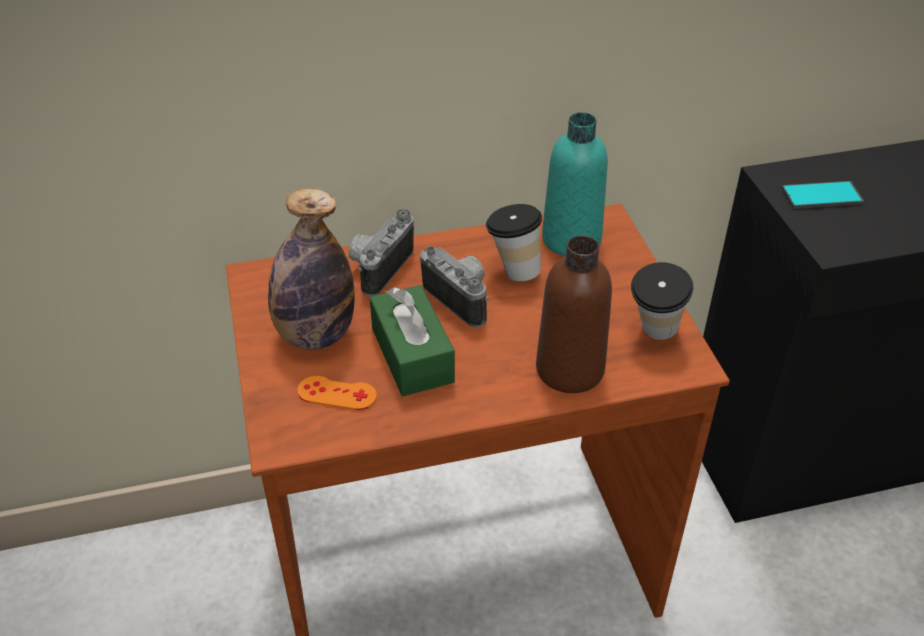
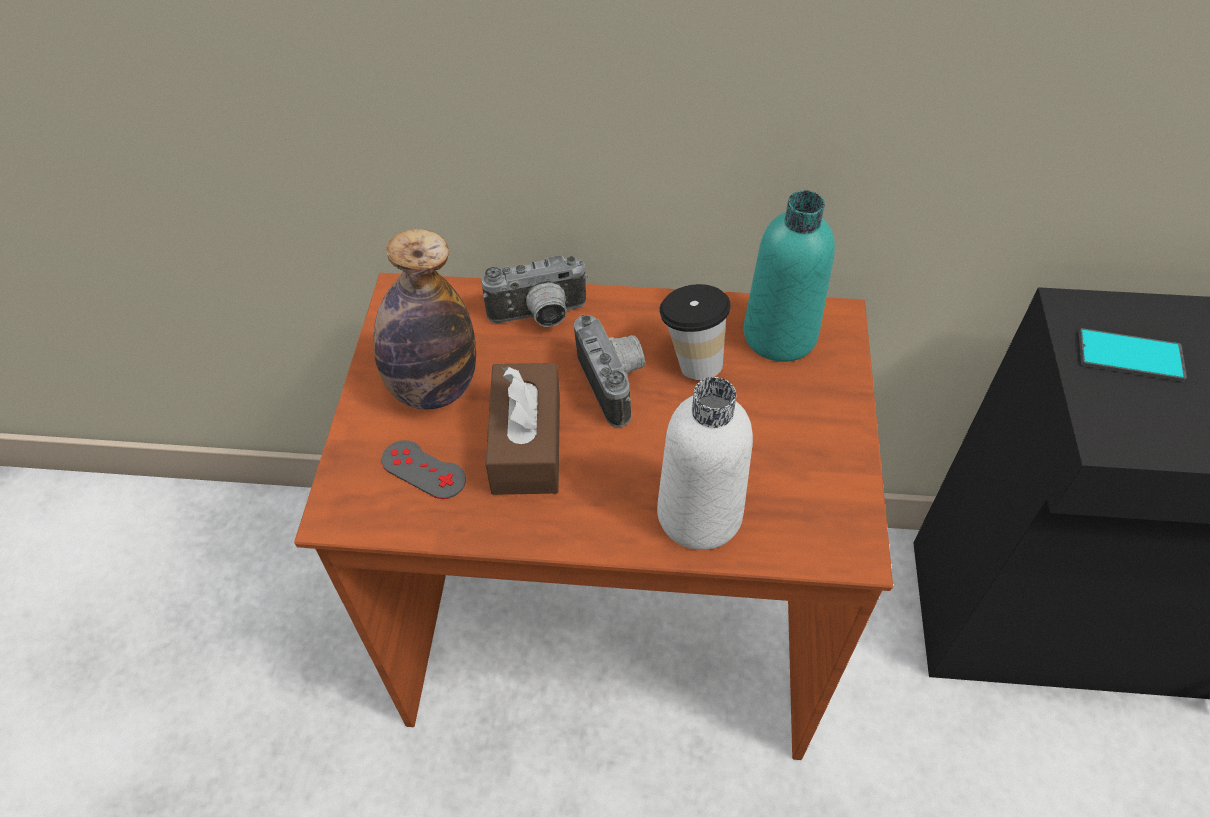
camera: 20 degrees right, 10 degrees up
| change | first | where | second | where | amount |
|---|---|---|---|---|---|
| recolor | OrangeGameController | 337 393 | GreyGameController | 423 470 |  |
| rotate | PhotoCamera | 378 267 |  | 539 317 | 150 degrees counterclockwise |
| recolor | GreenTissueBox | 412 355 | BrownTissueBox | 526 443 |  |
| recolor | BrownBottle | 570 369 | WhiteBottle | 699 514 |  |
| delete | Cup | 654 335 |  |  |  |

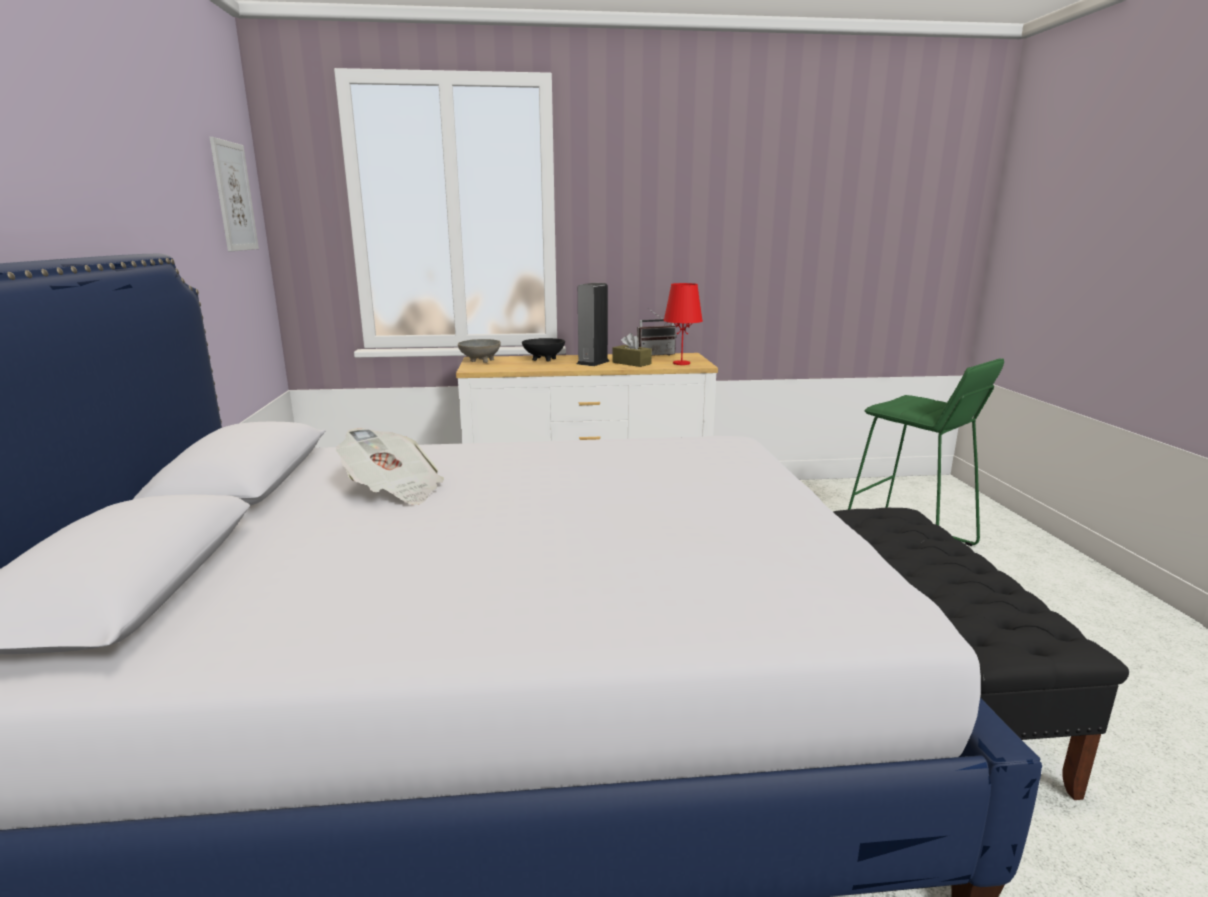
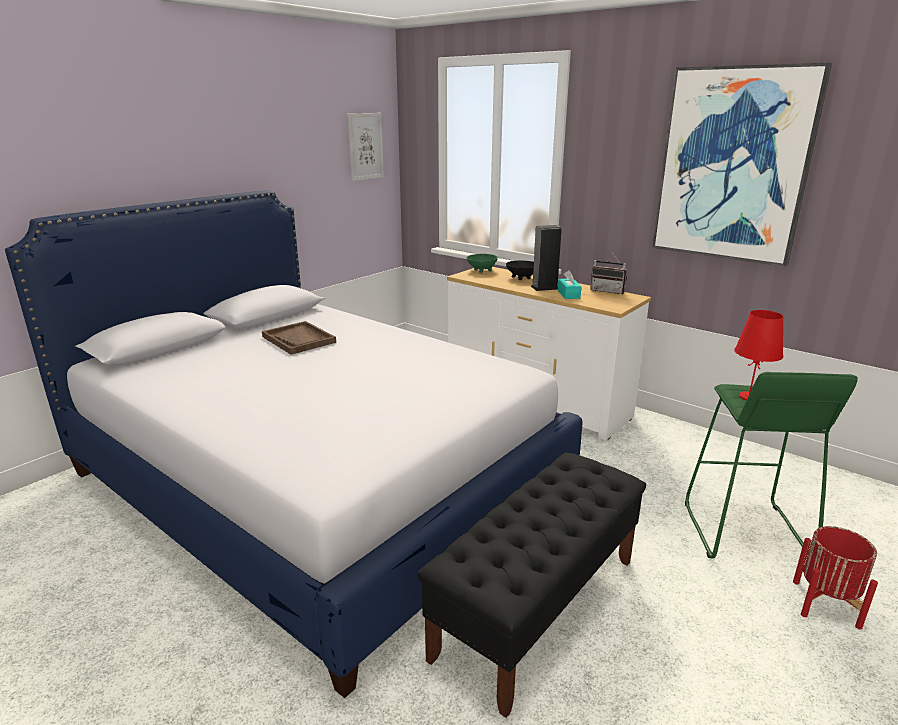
camera: 45 degrees right, 5 degrees up
| change | first | where | second | where | amount |
|---|---|---|---|---|---|
| replace | Newspaper | 394 490 | BrownTray | 299 339 |  |
| recolor | GreyBowl | 480 361 | GreenBowl | 482 270 |  |
| recolor | BrownTissueBox | 631 363 | TurquoiseTissueBox | 568 294 |  |
| insert |  |  | Picture | 733 165 |  |
| move | RedTableLamp | 681 363 |  | 749 397 |  |
| insert |  |  | RedPlanter | 825 603 |  |

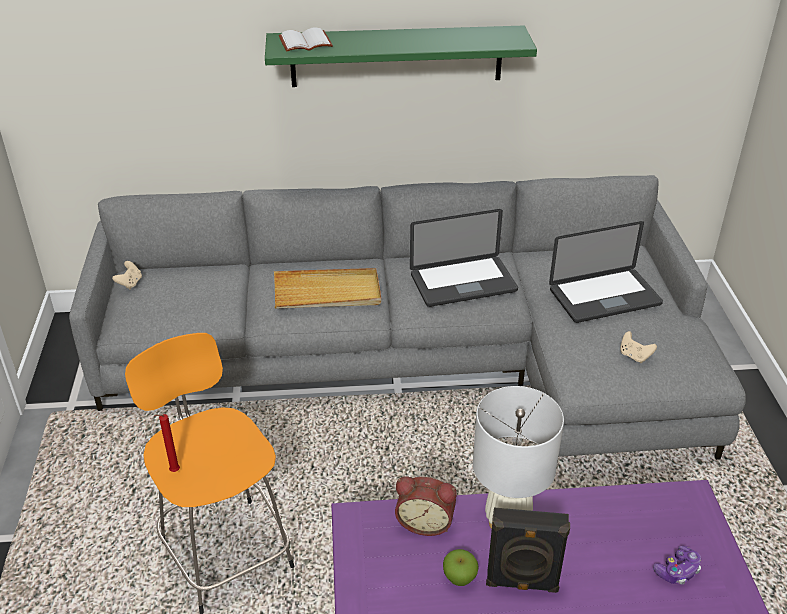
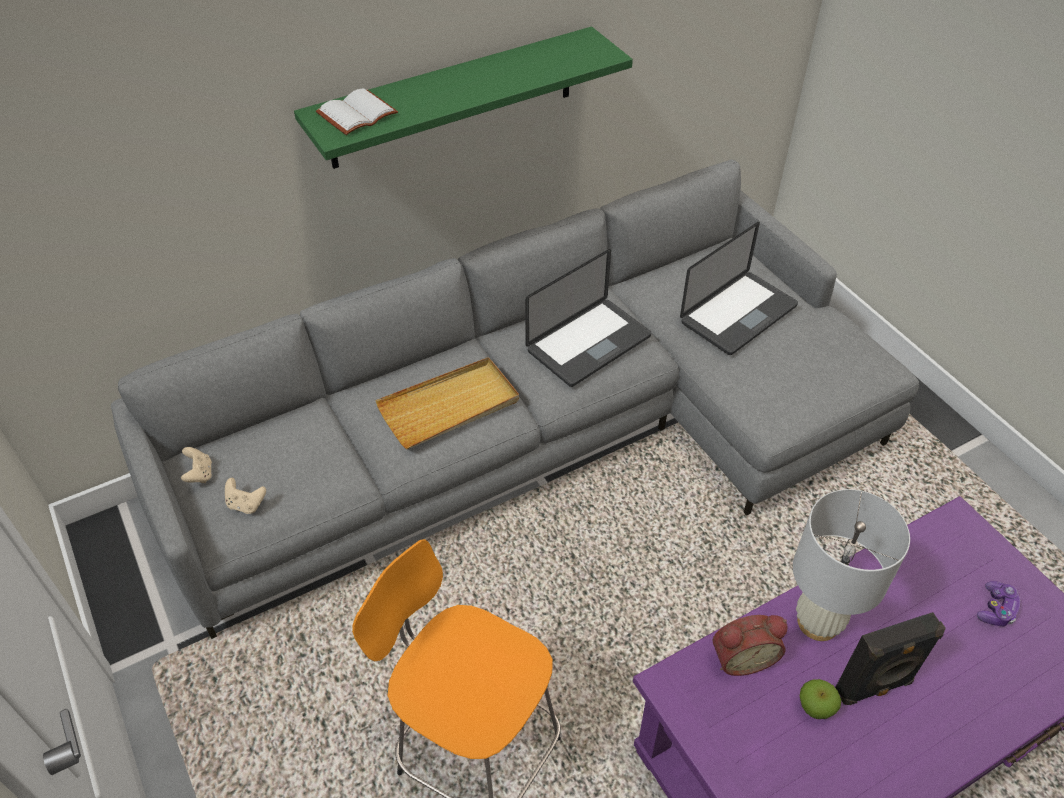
camera: 25 degrees left, 10 degrees up
| change | first | where | second | where | amount |
|---|---|---|---|---|---|
| move | BeigeGameController | 634 356 |  | 246 504 |  |
| delete | RedCandle | 173 472 |  |  |  |

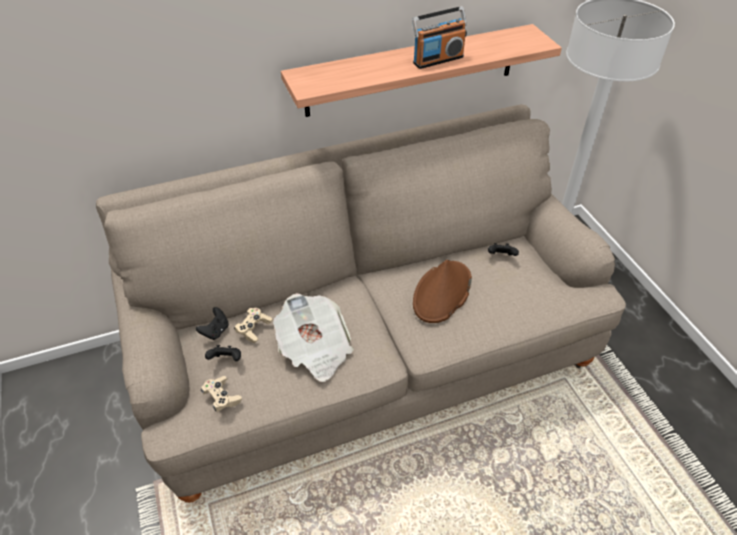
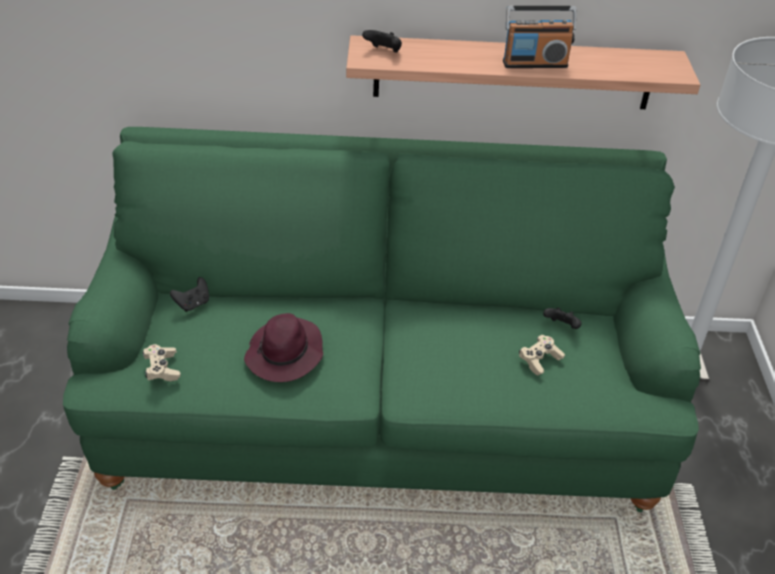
camera: 20 degrees right, 5 degrees down
| change | first | where | second | where | amount |
|---|---|---|---|---|---|
| recolor | BeigeSofa | 368 357 | GreenSofa | 380 411 |  |
| replace | Newspaper | 315 349 | PurpleHat | 285 354 |  |
| move | BlackGameController | 226 360 |  | 383 52 |  |
| move | BeigeGameController | 254 329 |  | 539 360 |  |
| delete | BrownHat | 442 292 |  |  |  |

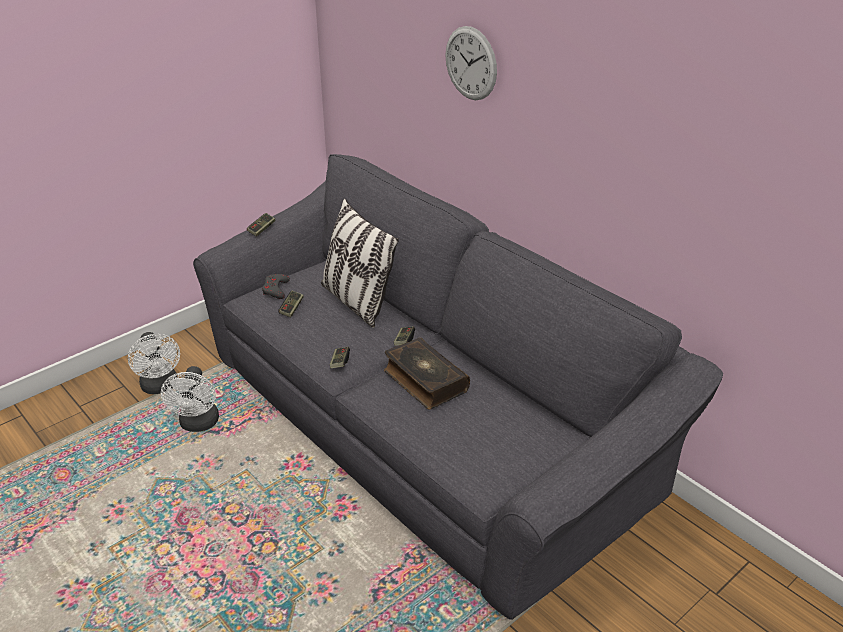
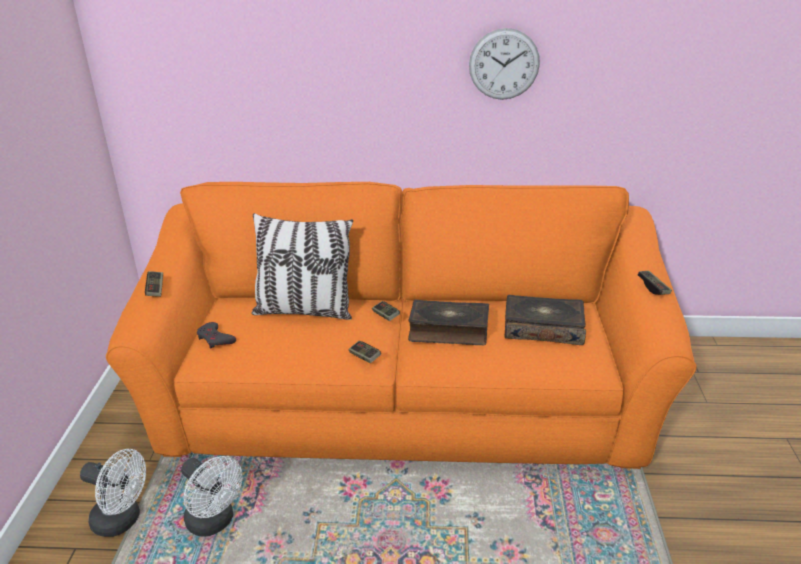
camera: 45 degrees left, 5 degrees down
| change | first | where | second | where | amount |
|---|---|---|---|---|---|
| recolor | GreySofa | 422 424 | OrangeSofa | 403 395 |  |
| move | WallClock | 470 63 |  | 504 64 |  |
| insert |  |  | Book | 543 329 |  |
| move | GameController | 291 308 |  | 653 288 |  |

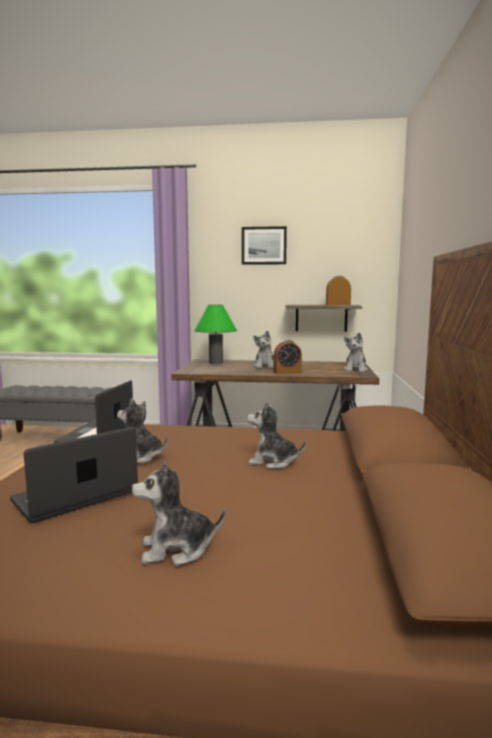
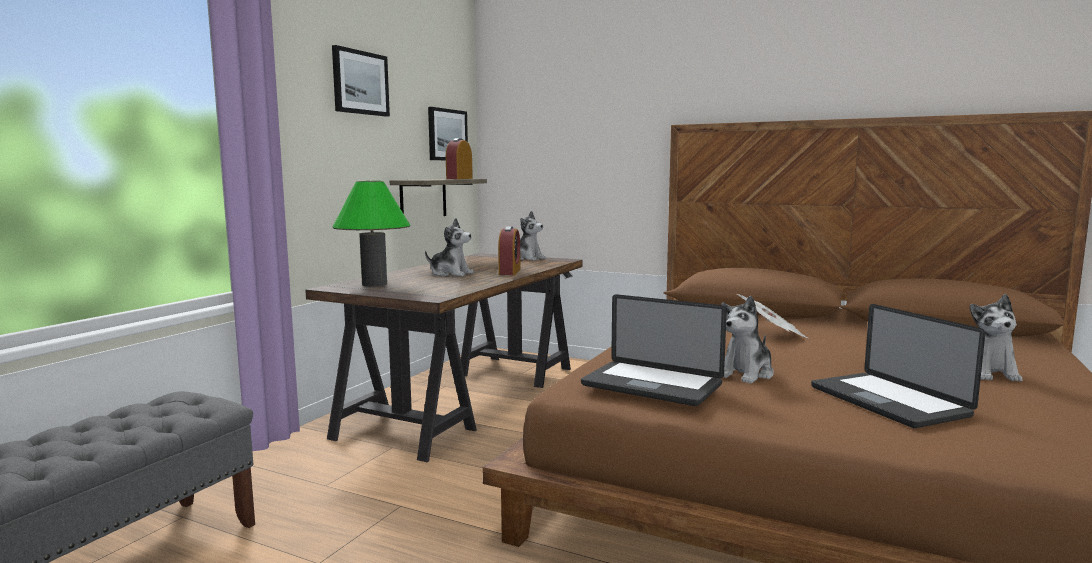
camera: 70 degrees left, 0 degrees up
| change | first | where | second | where | amount |
|---|---|---|---|---|---|
| insert |  |  | Picture | 447 135 |  |
| replace | PlushToy | 273 462 | Newspaper | 772 334 |  |

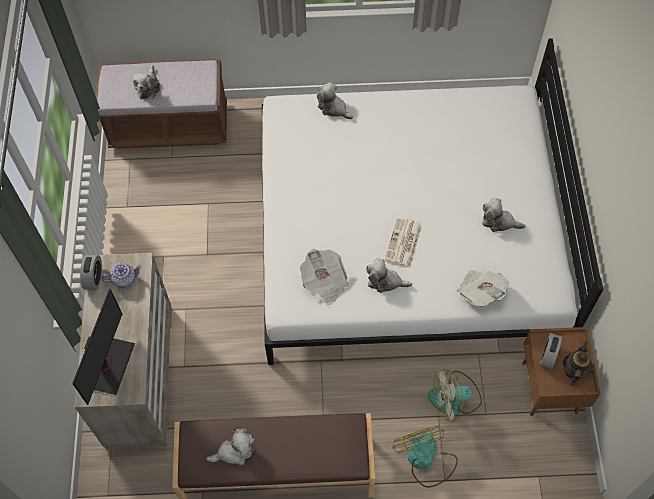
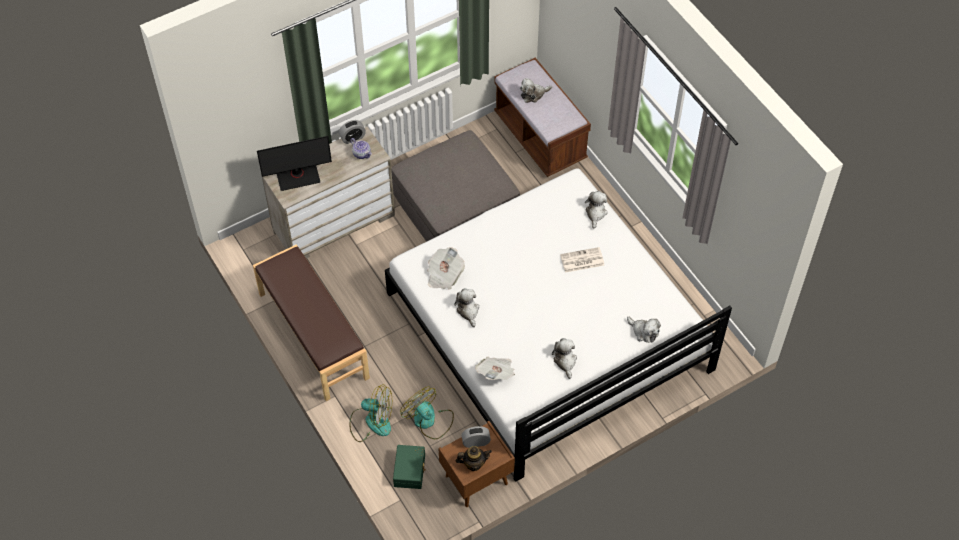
camera: 60 degrees right, 5 degrees down
| change | first | where | second | where | amount |
|---|---|---|---|---|---|
| rotate | Fan | 425 460 |  | 371 422 | 60 degrees clockwise |
| insert |  |  | GreyOttoman | 456 206 |  |
| insert |  |  | GreenStorageBox | 410 470 |  |
| move | Newspaper | 403 243 |  | 581 260 |  |
| move | PlushToy | 234 451 |  | 644 332 |  |

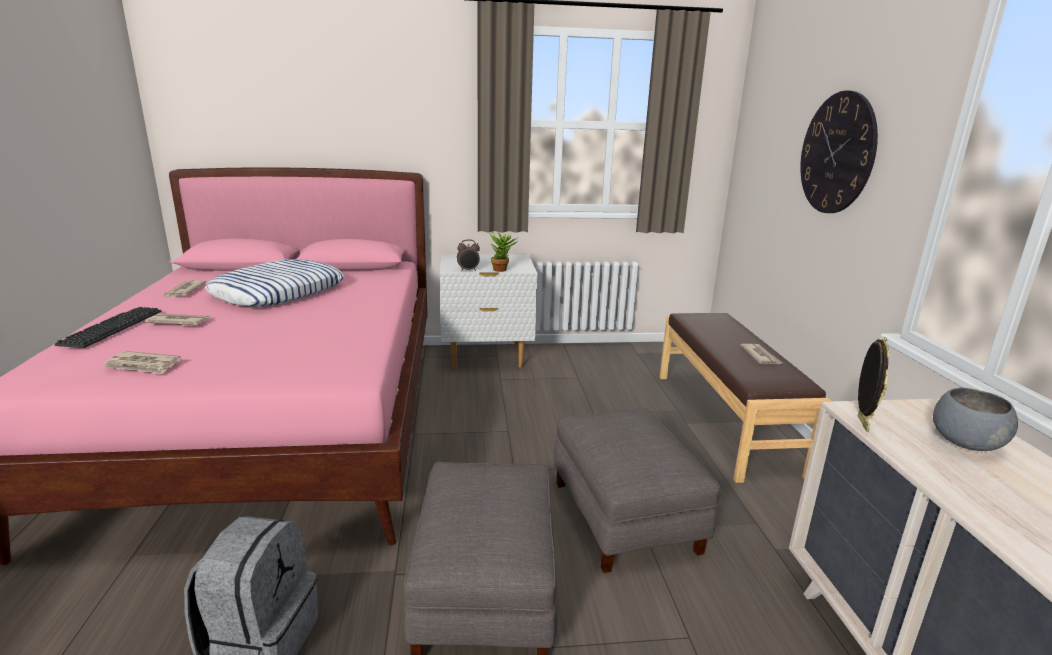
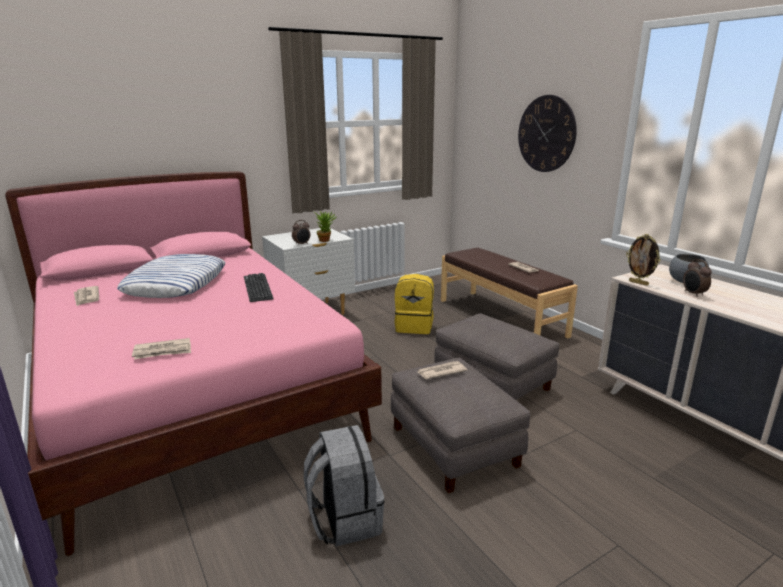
camera: 25 degrees left, 0 degrees up
| change | first | where | second | where | amount |
|---|---|---|---|---|---|
| move | Keyboard | 112 328 |  | 257 288 |  |
| insert |  |  | YellowBackpack | 414 326 |  |
| move | Newspaper | 179 322 |  | 441 372 |  |
| rotate | PictureFrame | 861 423 |  | 639 283 | 150 degrees clockwise |
| insert |  |  | AlarmClock | 693 294 |  |

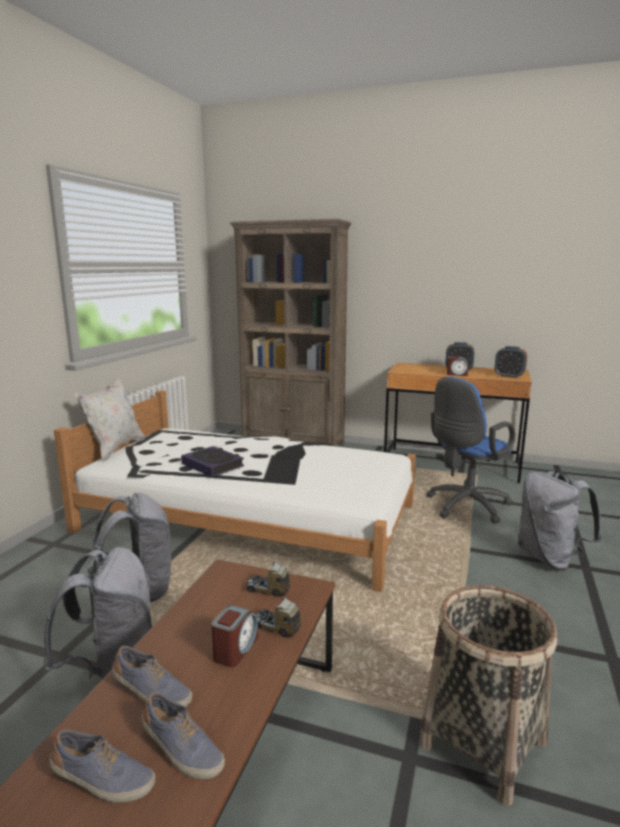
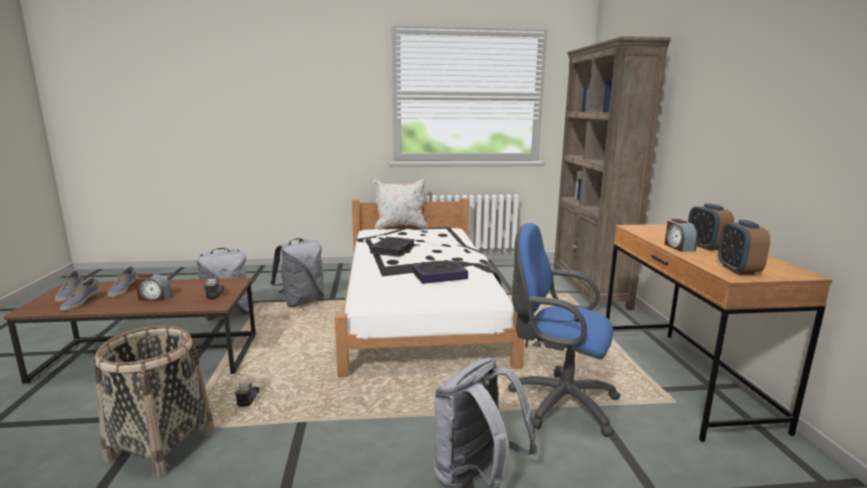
camera: 65 degrees right, 0 degrees up
| change | first | where | second | where | amount |
|---|---|---|---|---|---|
| move | ToyTruck | 276 627 |  | 248 399 |  |
| insert |  |  | Book | 439 275 |  |

